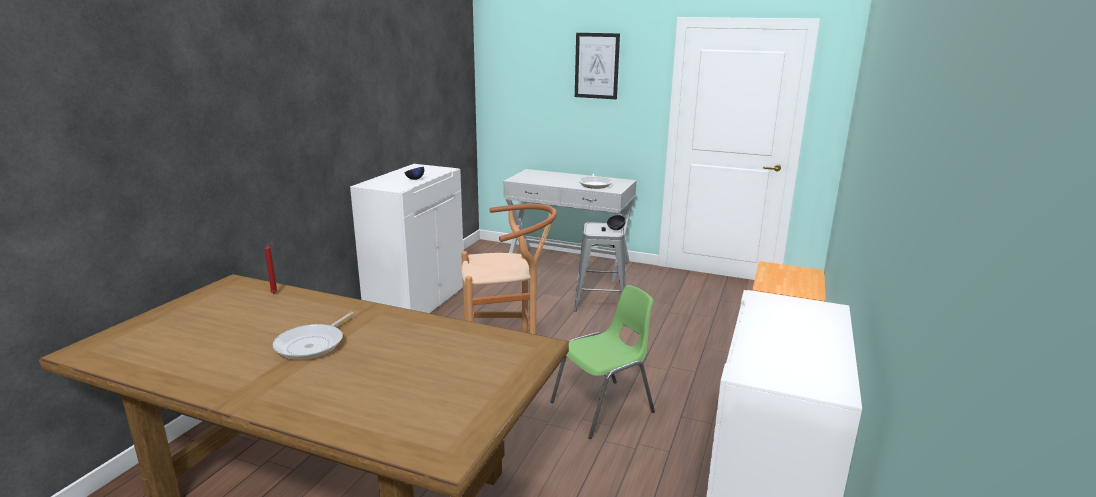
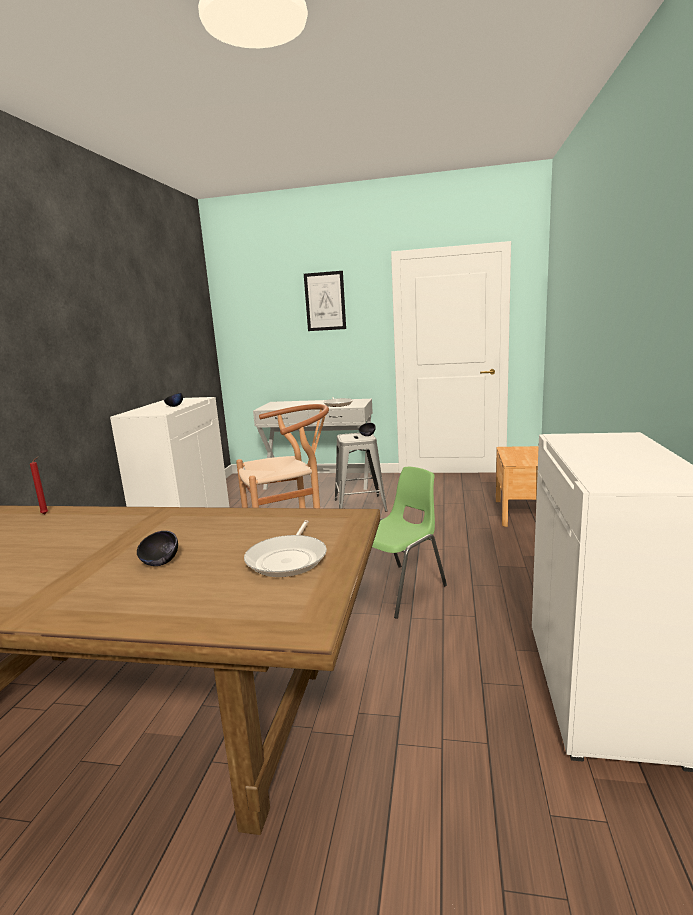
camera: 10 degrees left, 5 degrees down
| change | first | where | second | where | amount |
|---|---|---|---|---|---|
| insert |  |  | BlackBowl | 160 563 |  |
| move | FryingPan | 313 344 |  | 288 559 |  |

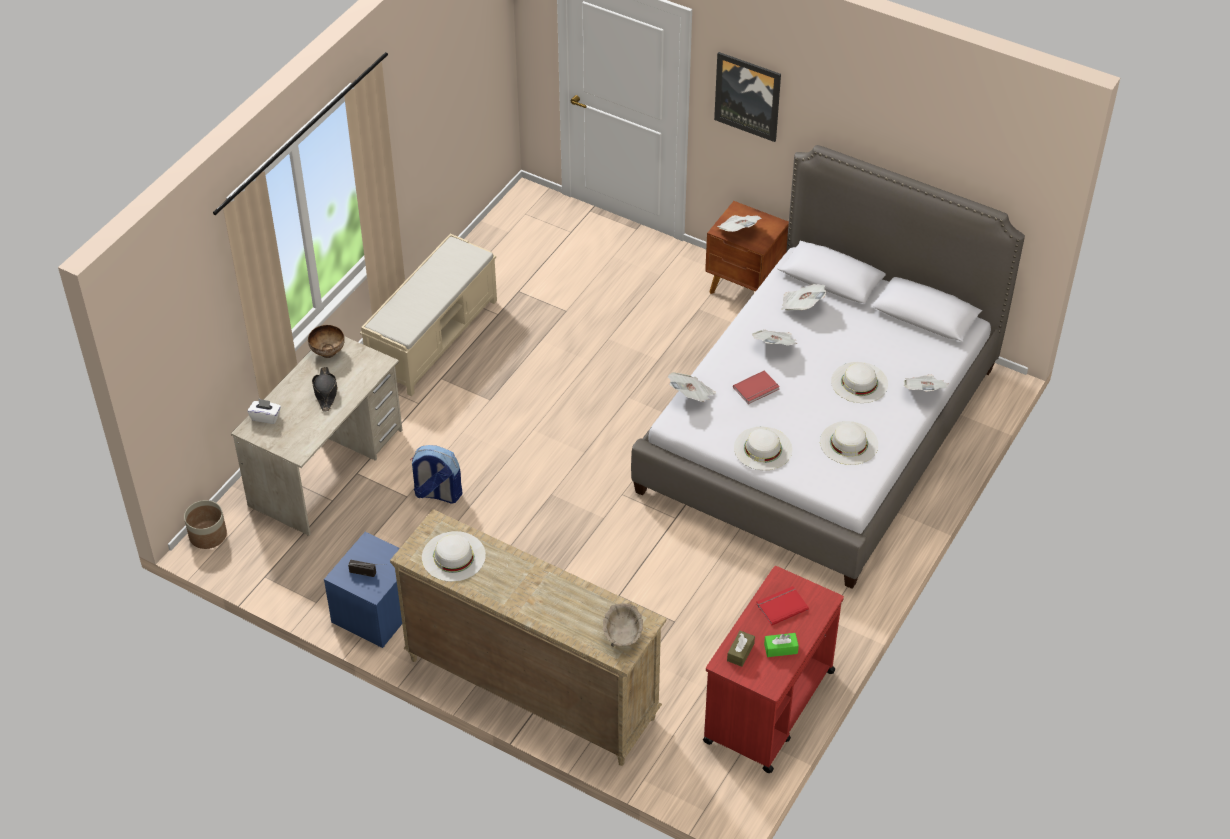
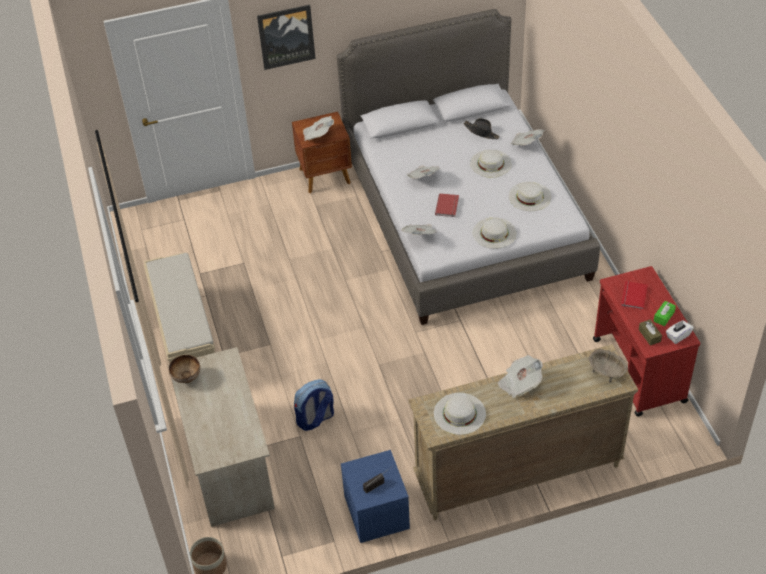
camera: 45 degrees left, 0 degrees up
| change | first | where | second | where | amount |
|---|---|---|---|---|---|
| move | BlackHat | 325 392 |  | 481 132 |  |
| move | Newspaper | 801 306 |  | 519 383 |  |
| move | WhiteTissueBox | 266 417 |  | 678 336 |  |

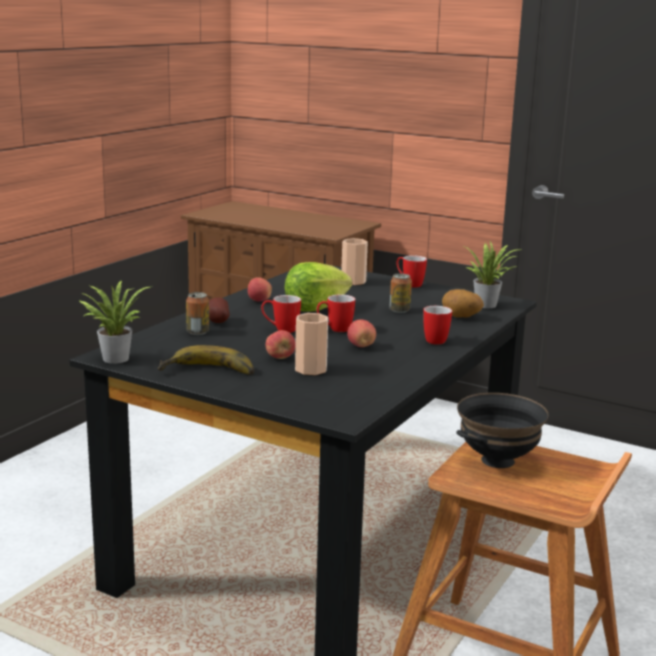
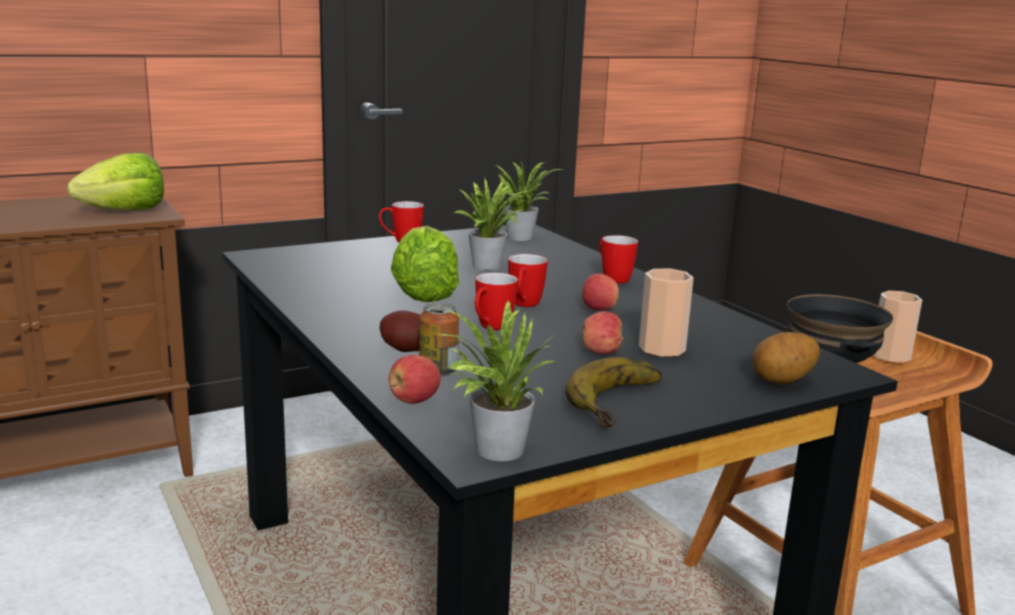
camera: 60 degrees left, 0 degrees up
| change | first | where | second | where | amount |
|---|---|---|---|---|---|
| insert |  |  | Lettuce | 125 211 |  |
| move | Apple | 259 300 |  | 413 400 |  |
| replace | Can | 399 310 | PottedPlant | 491 266 |  |
| move | Potato | 461 317 |  | 783 381 |  |
| move | Cup | 353 281 |  | 890 356 |  |

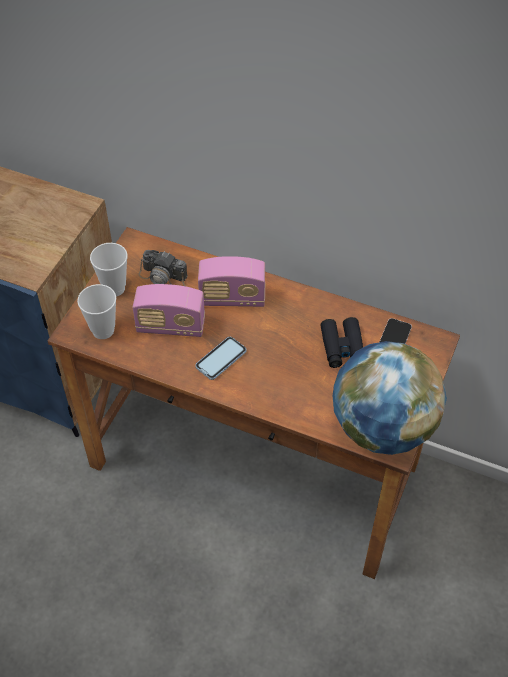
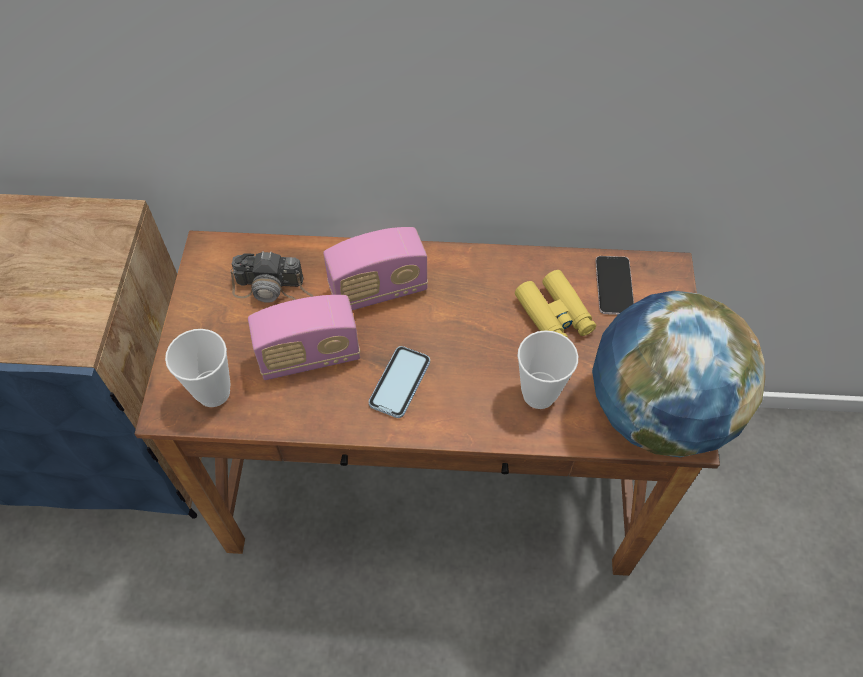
camera: 20 degrees left, 5 degrees up
| change | first | where | second | where | amount |
|---|---|---|---|---|---|
| recolor | BlackBinoculars | 342 347 | YellowBinoculars | 554 315 |  |
| move | Cup | 114 288 |  | 539 394 |  |

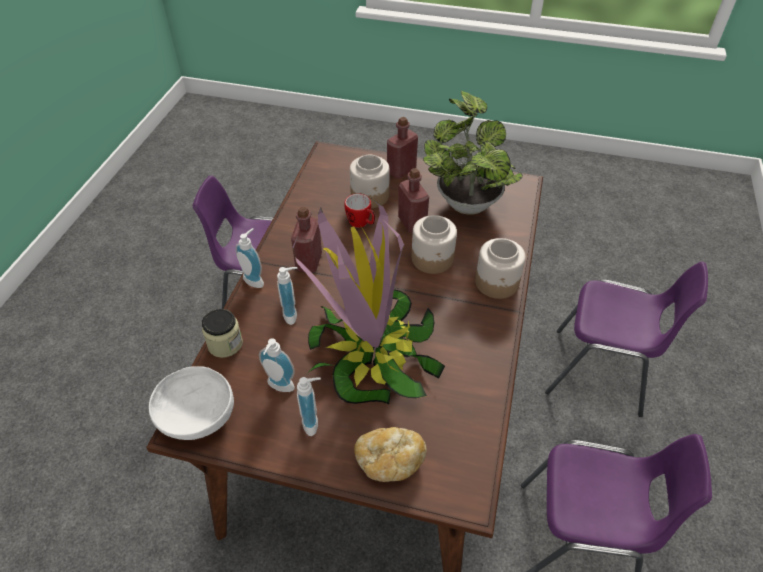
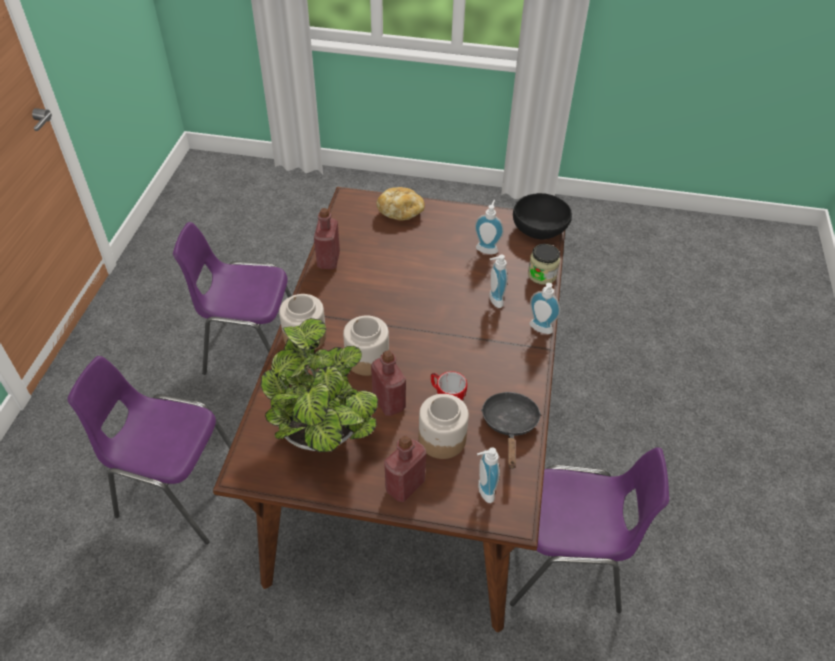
camera: 175 degrees right, 0 degrees up
| change | first | where | second | where | amount |
|---|---|---|---|---|---|
| move | RedBottle | 309 262 |  | 328 260 |  |
| move | SoapDispenser | 313 422 |  | 482 491 |  |
| insert |  |  | BlackFryingPan | 510 425 |  |
| recolor | WhiteBowl | 196 417 | BlackBowl | 540 229 |  |
| delete | PottedPlant | 370 354 |  |  |  |

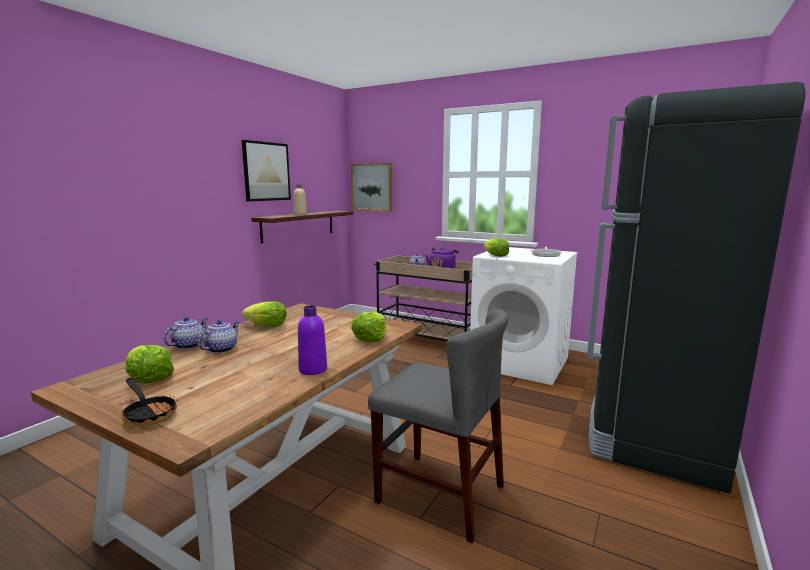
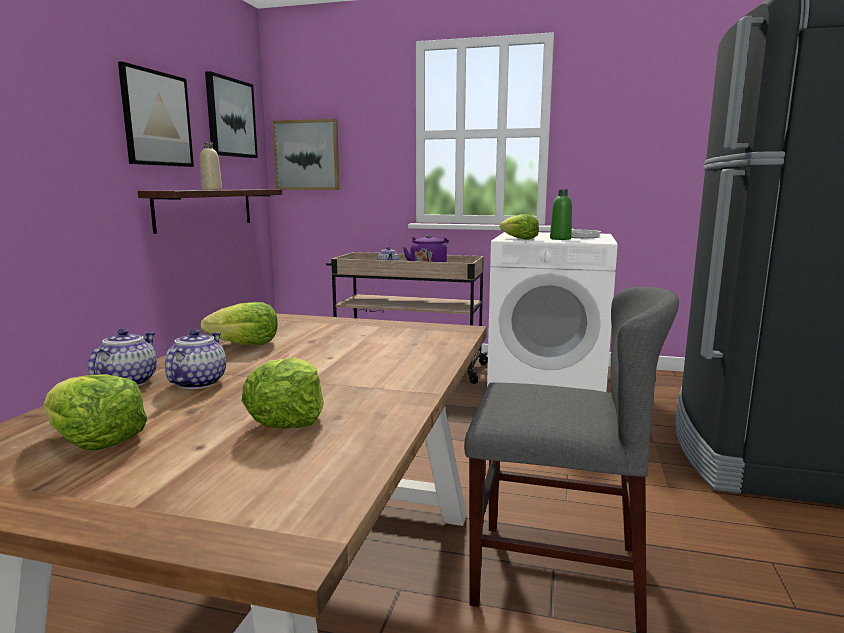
camera: 15 degrees left, 0 degrees up
| change | first | where | second | where | amount |
|---|---|---|---|---|---|
| insert |  |  | Picture | 230 118 |  |
| move | Lettuce | 370 338 |  | 287 418 |  |
| insert |  |  | GreenBottle | 560 239 |  |
| delete | FryingPan | 148 414 |  |  |  |
| delete | PurpleBottle | 313 369 |  |  |  |

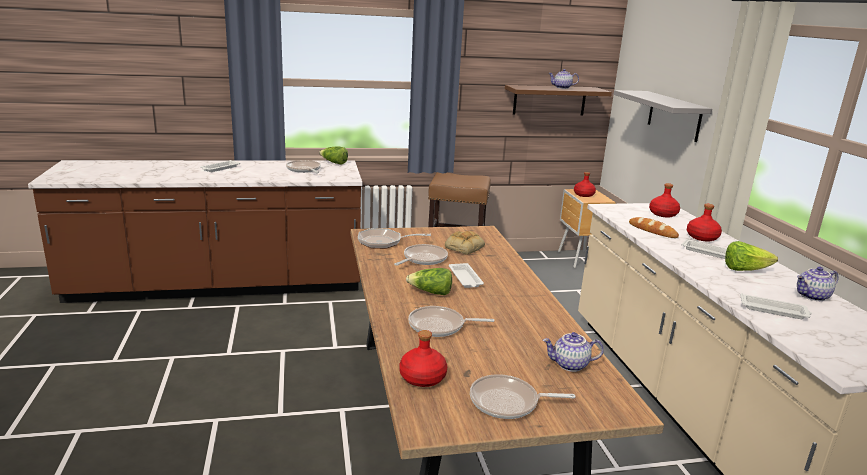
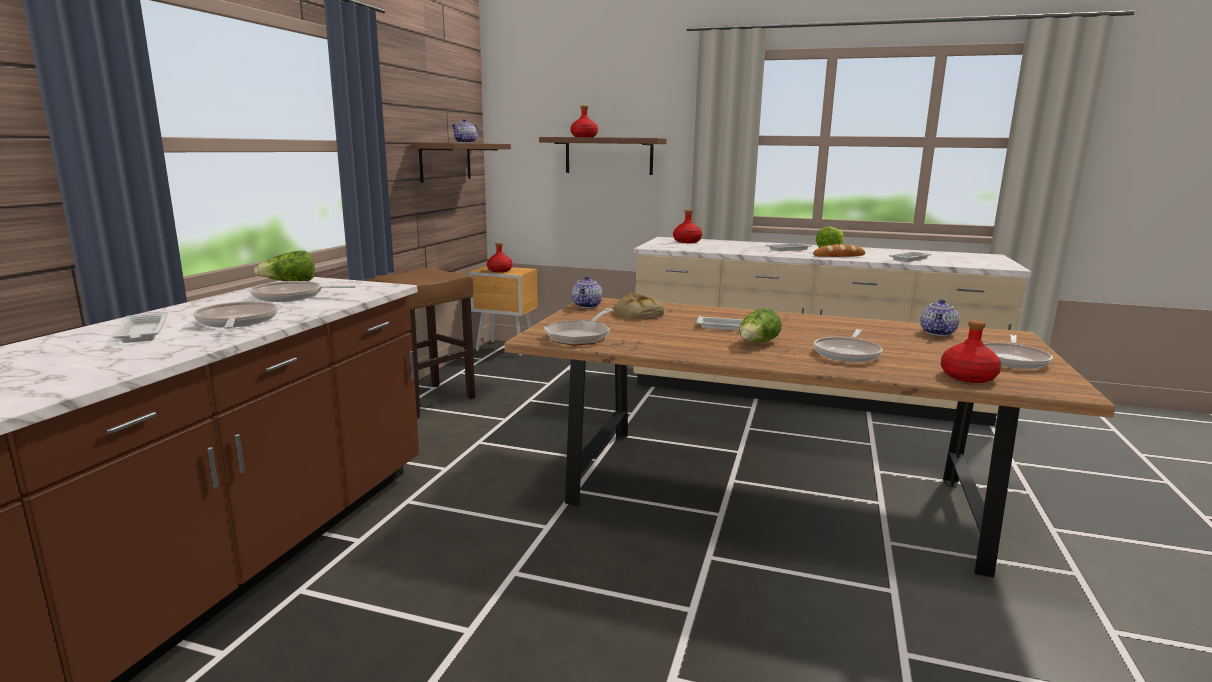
camera: 60 degrees left, 5 degrees down
| change | first | where | second | where | amount |
|---|---|---|---|---|---|
| move | FryingPan | 423 259 |  | 236 322 |  |
| recolor | GreyShelf | 674 116 | BrownShelf | 609 156 |  |
| move | RedBottle | 701 237 |  | 584 137 |  |
| move | Teapot | 812 297 |  | 587 306 |  |
| move | Bread | 652 231 |  | 839 256 |  |

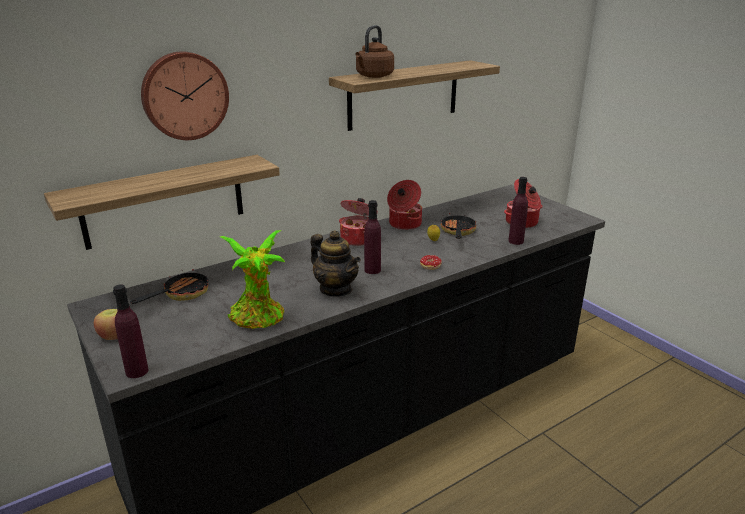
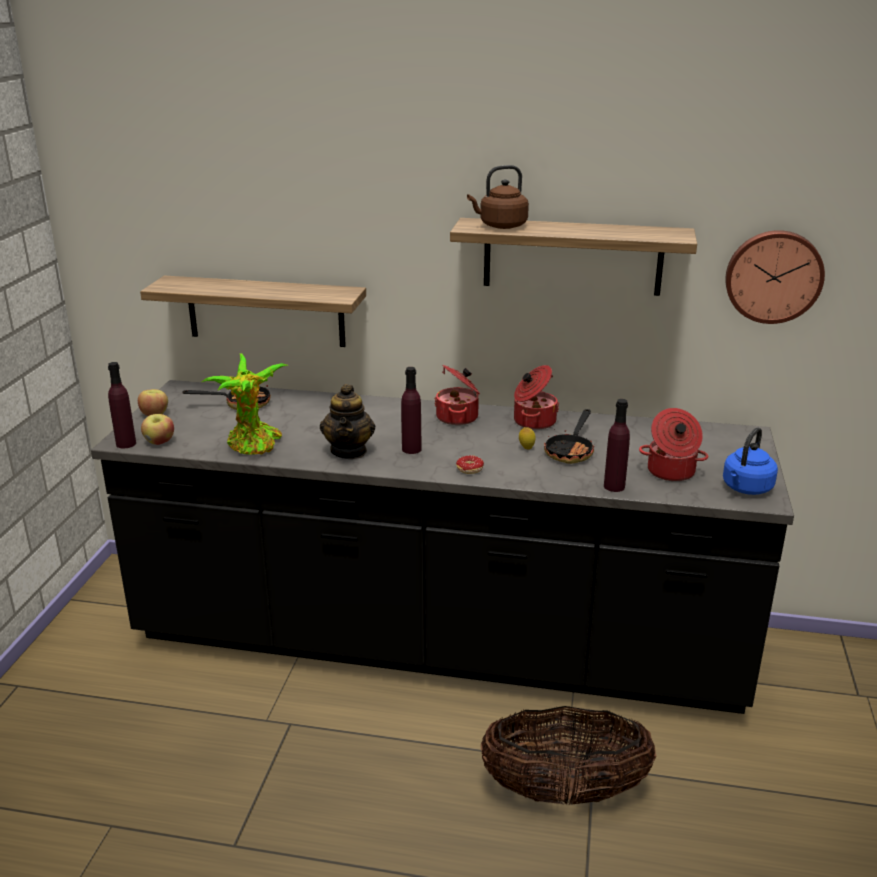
camera: 45 degrees right, 0 degrees up
| change | first | where | second | where | amount |
|---|---|---|---|---|---|
| insert |  |  | Apple | 159 442 |  |
| insert |  |  | Basket | 564 791 |  |
| rotate | FryingPan | 457 232 |  | 571 451 | 150 degrees clockwise |
| insert |  |  | BlueKettle | 746 488 |  |
| move | WallClock | 184 95 |  | 773 276 |  |

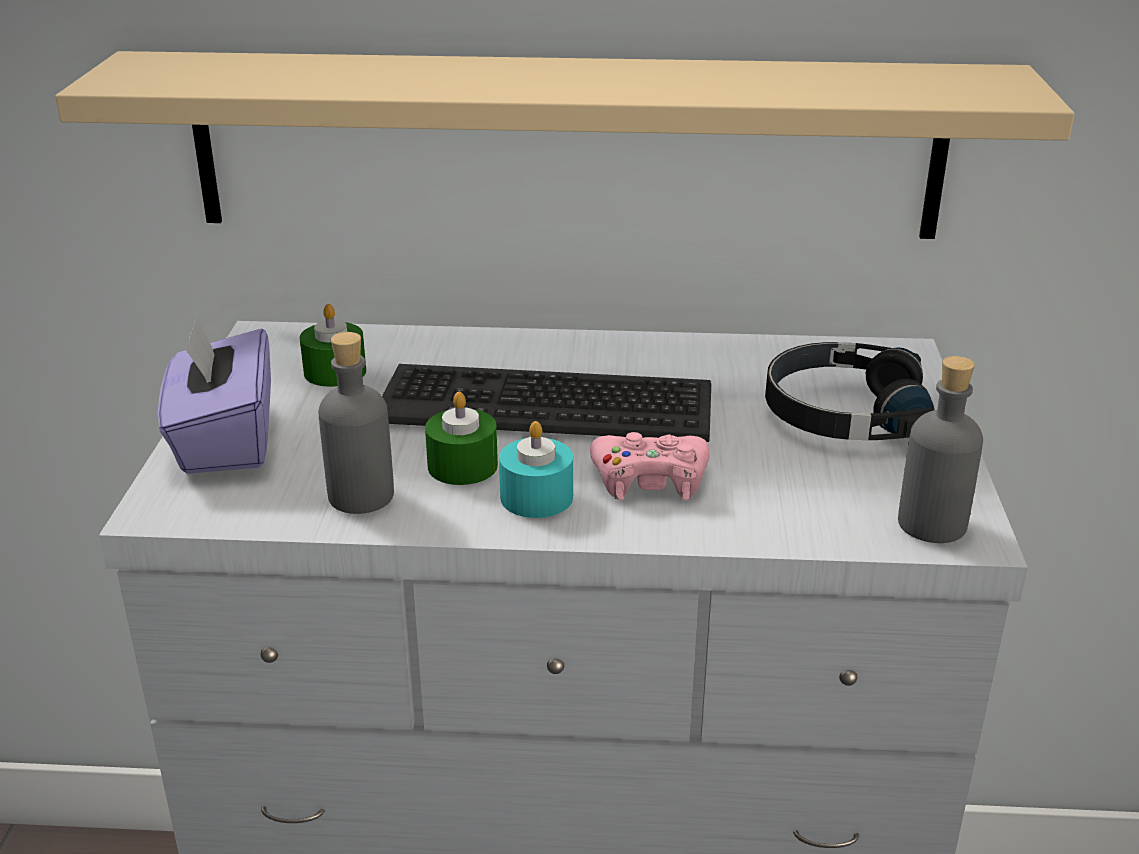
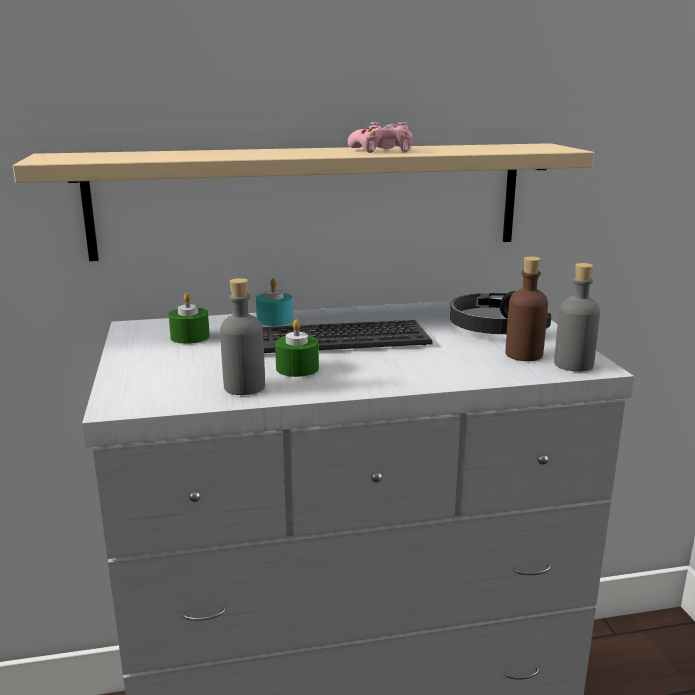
camera: 15 degrees left, 10 degrees down
| change | first | where | second | where | amount |
|---|---|---|---|---|---|
| move | TurquoiseCandle | 536 497 |  | 274 320 |  |
| move | PinkGameController | 650 479 |  | 382 150 |  |
| insert |  |  | BrownBottle | 523 354 |  |
| delete | PurpleTissueBox | 224 440 |  |  |  |

